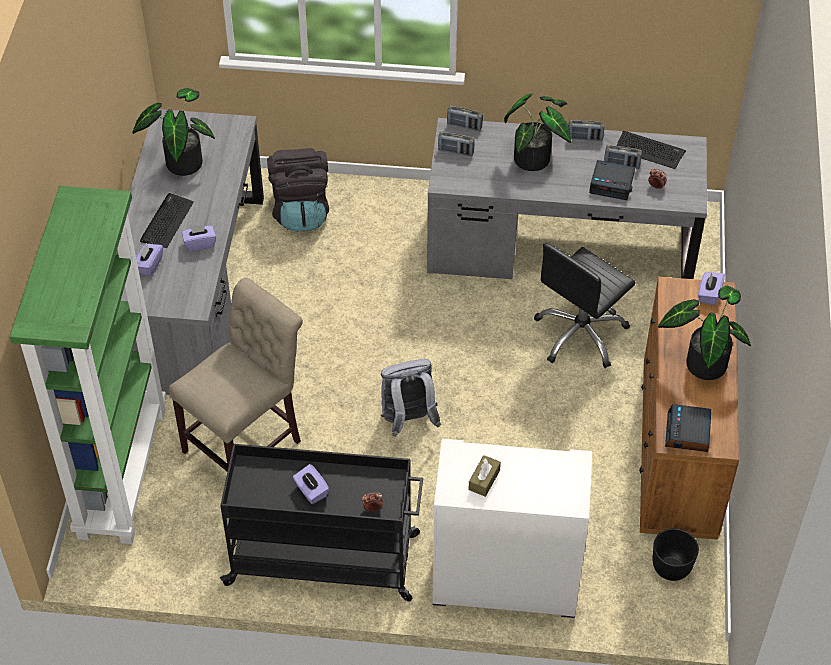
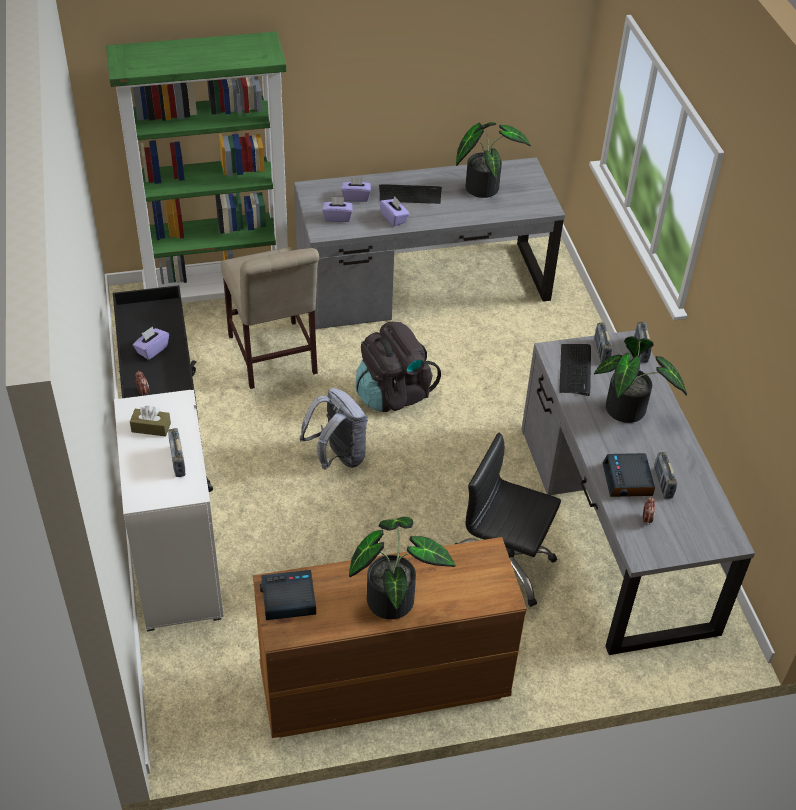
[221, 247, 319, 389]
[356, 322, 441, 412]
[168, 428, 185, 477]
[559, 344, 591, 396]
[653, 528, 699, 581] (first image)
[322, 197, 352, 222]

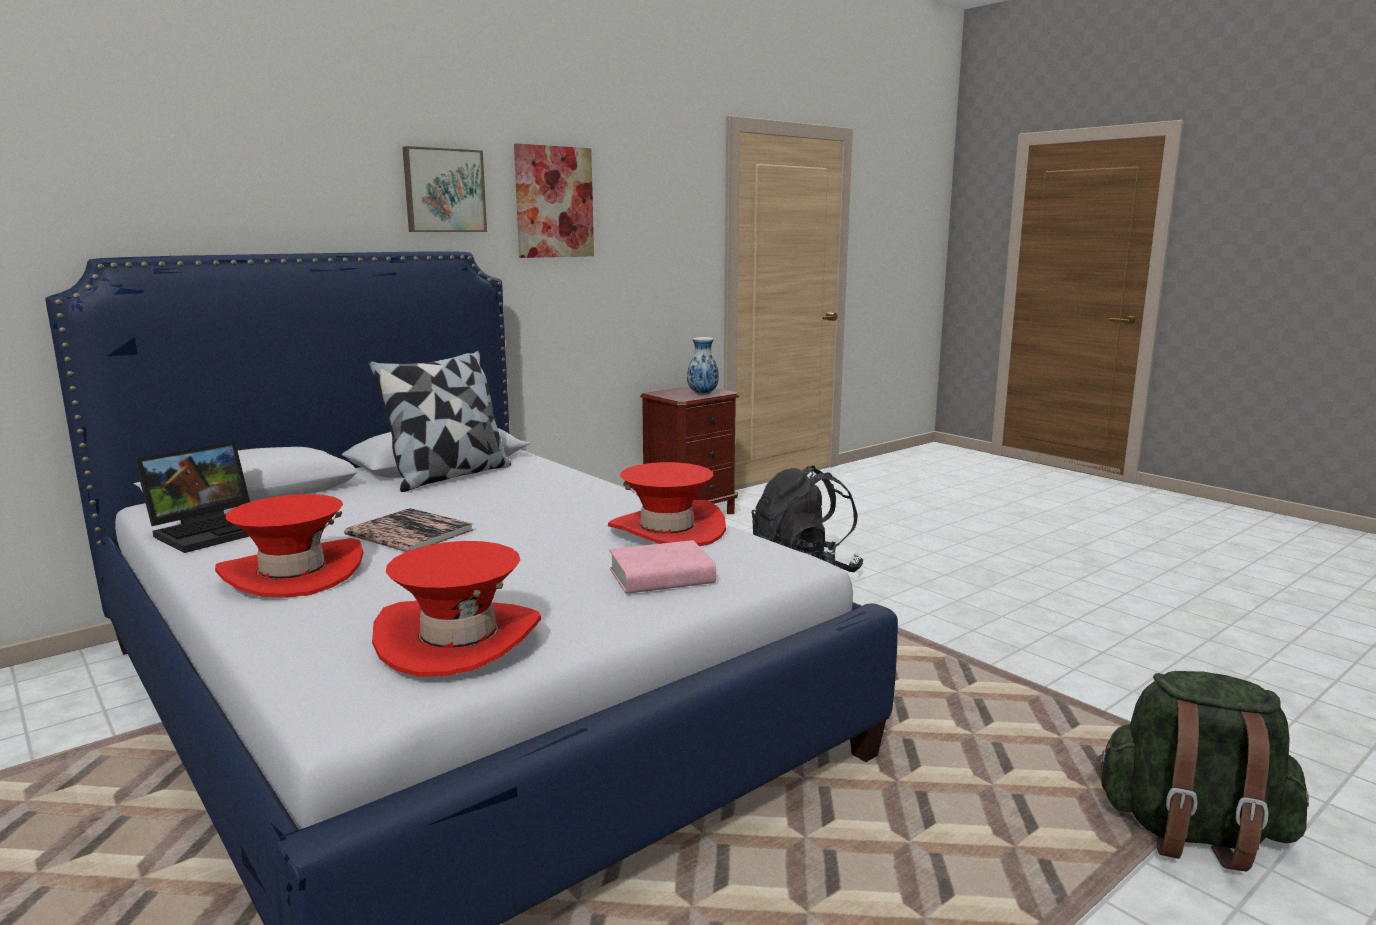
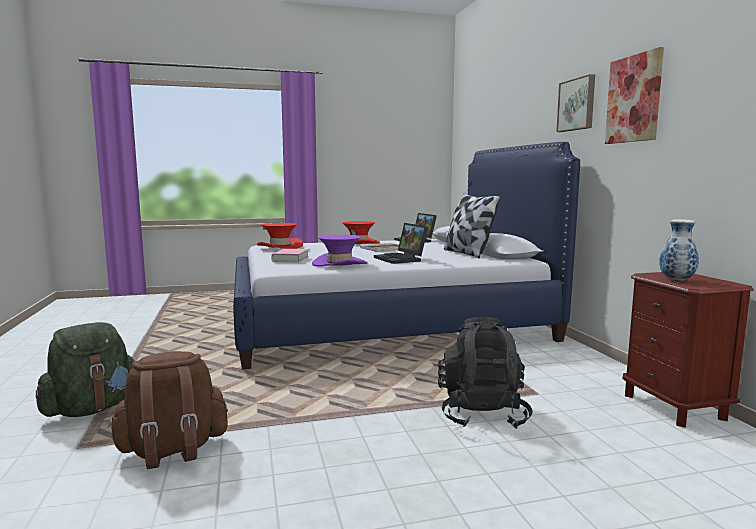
[312, 235, 367, 267]
[108, 351, 228, 469]
[374, 223, 428, 264]

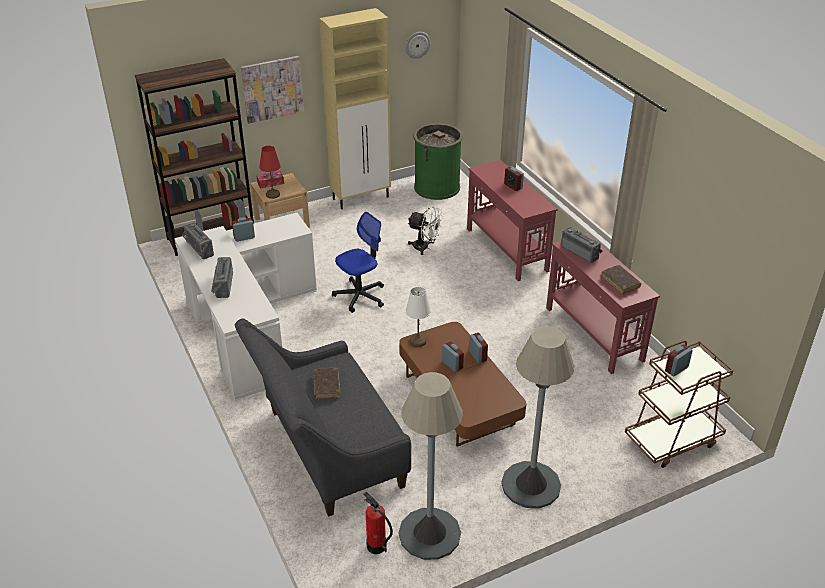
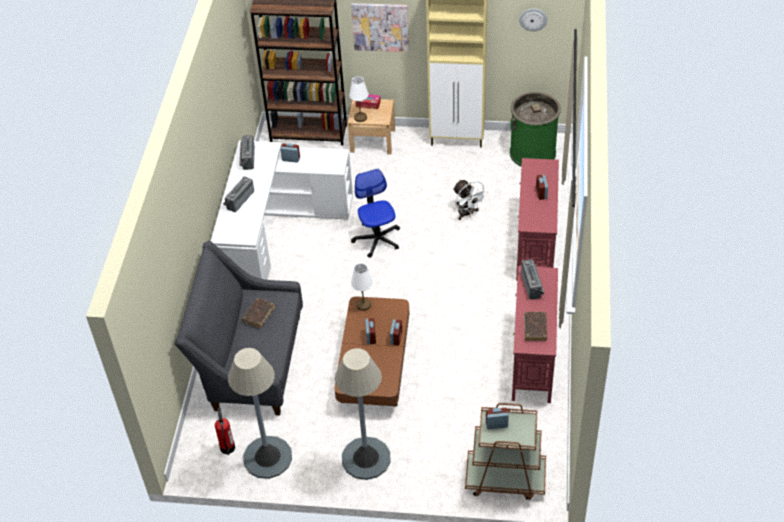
[349, 76, 368, 122]
[351, 169, 400, 258]

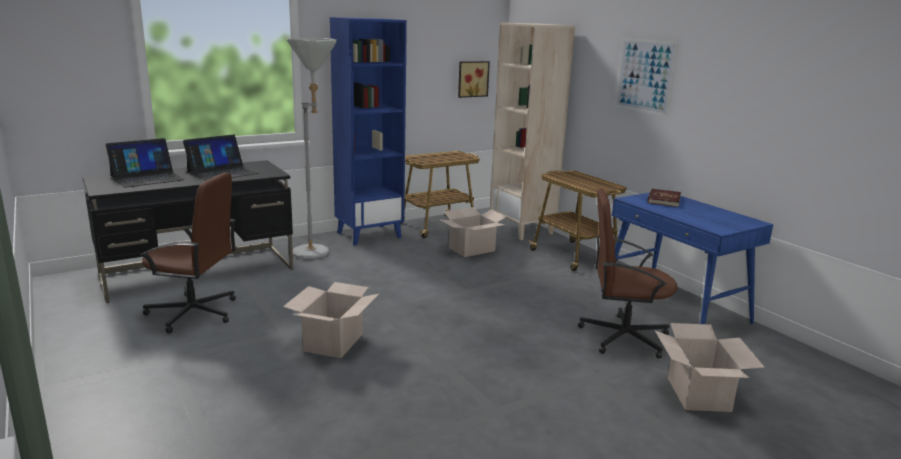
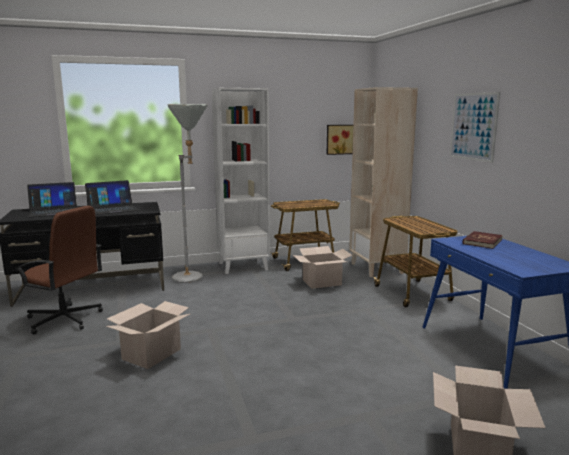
[212, 88, 270, 274]
[578, 189, 678, 359] (first image)

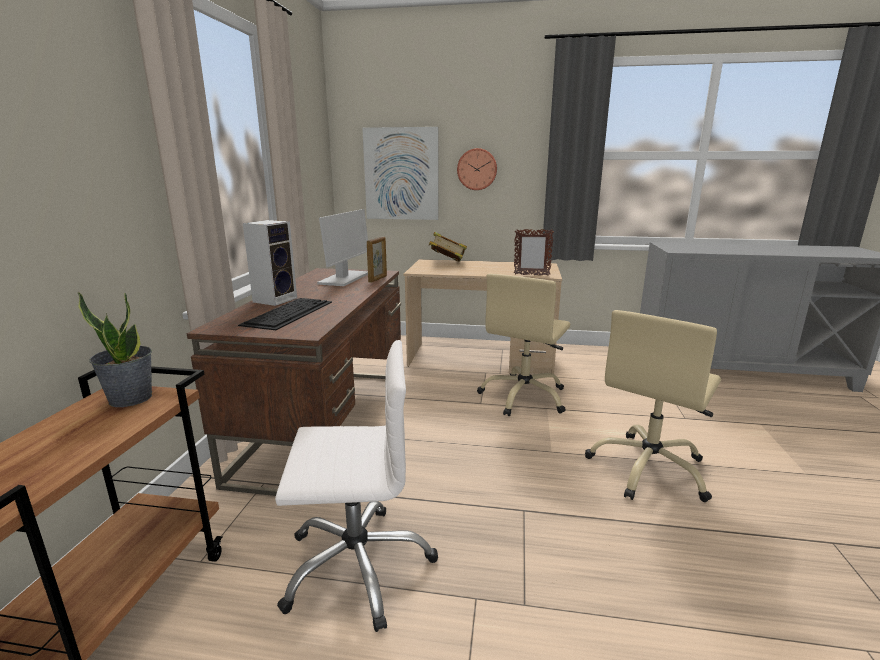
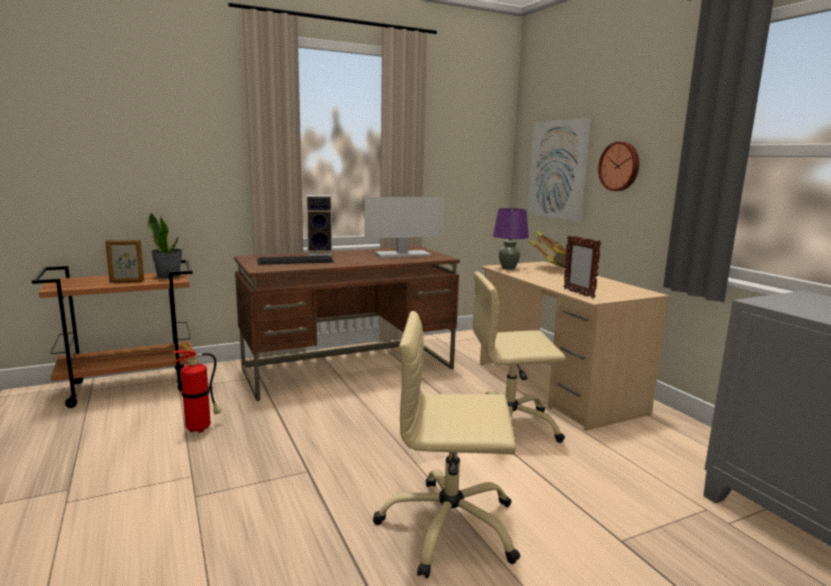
[173, 344, 221, 433]
[105, 240, 144, 283]
[493, 208, 529, 270]

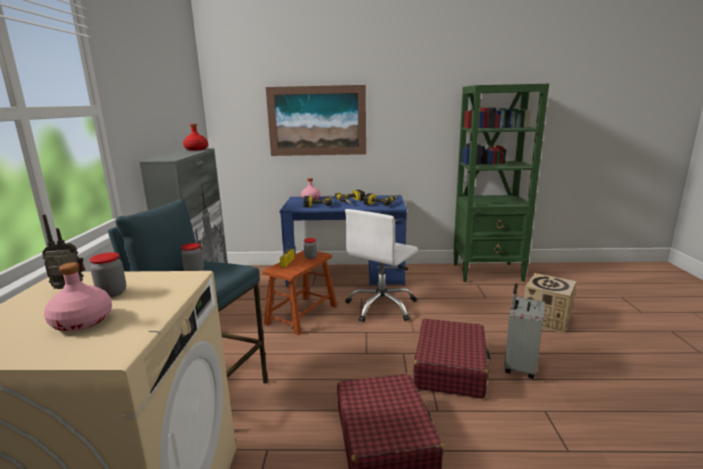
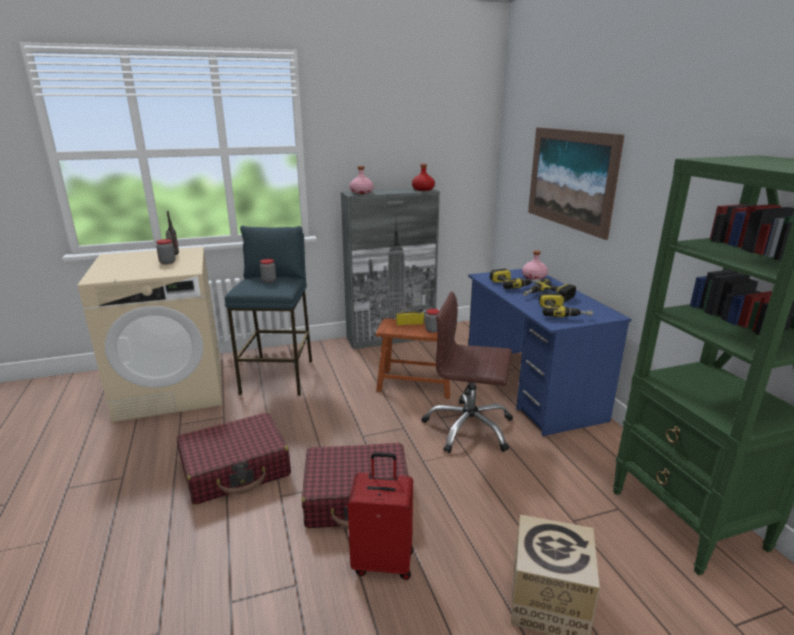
[350, 166, 373, 194]
[421, 292, 513, 453]
[348, 452, 413, 580]

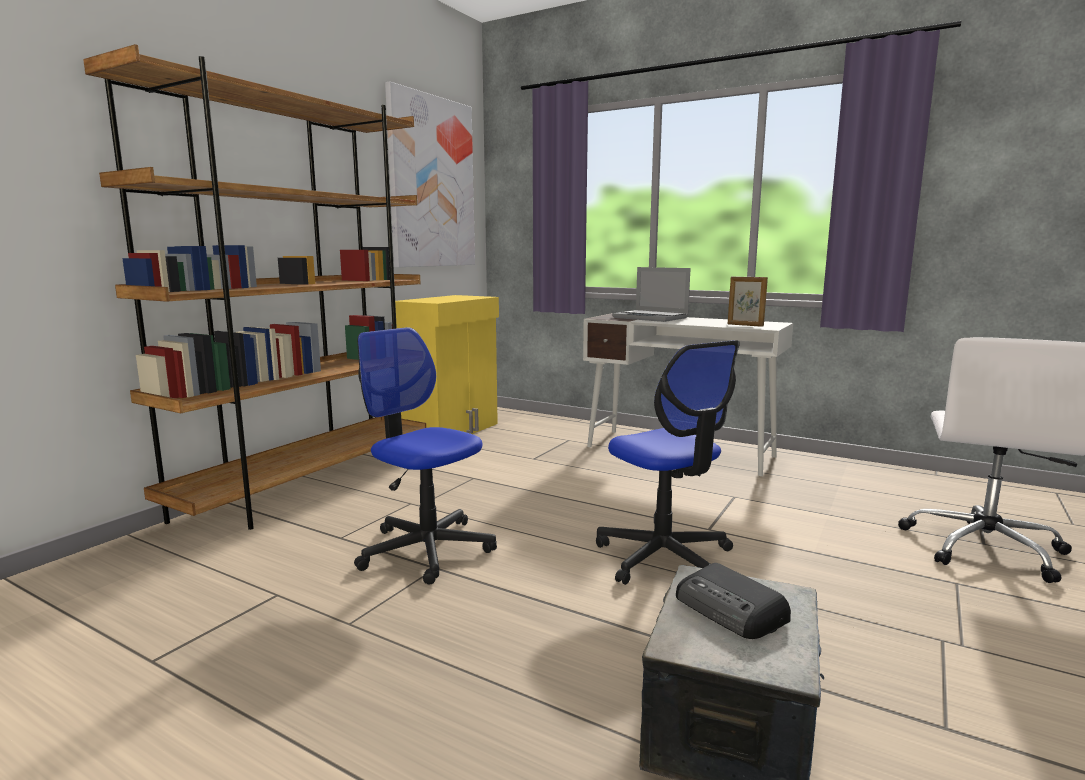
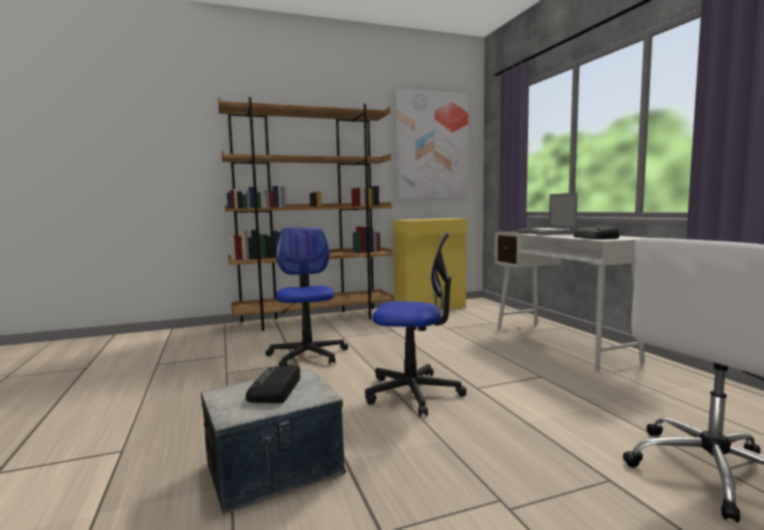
[365, 230, 467, 416]
[574, 226, 619, 239]

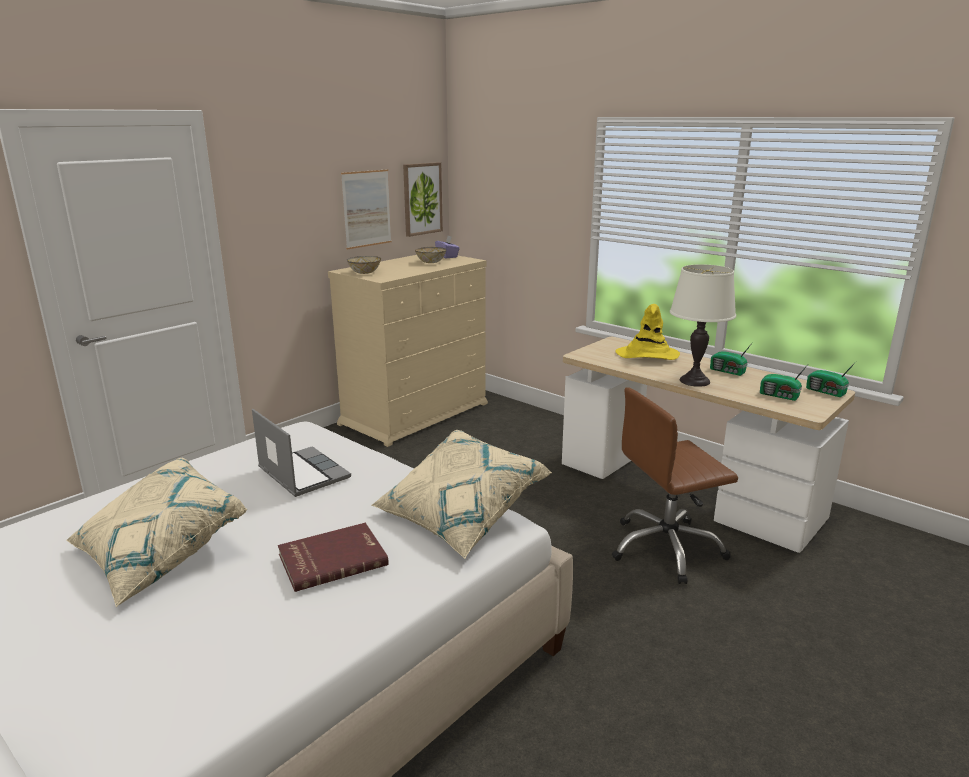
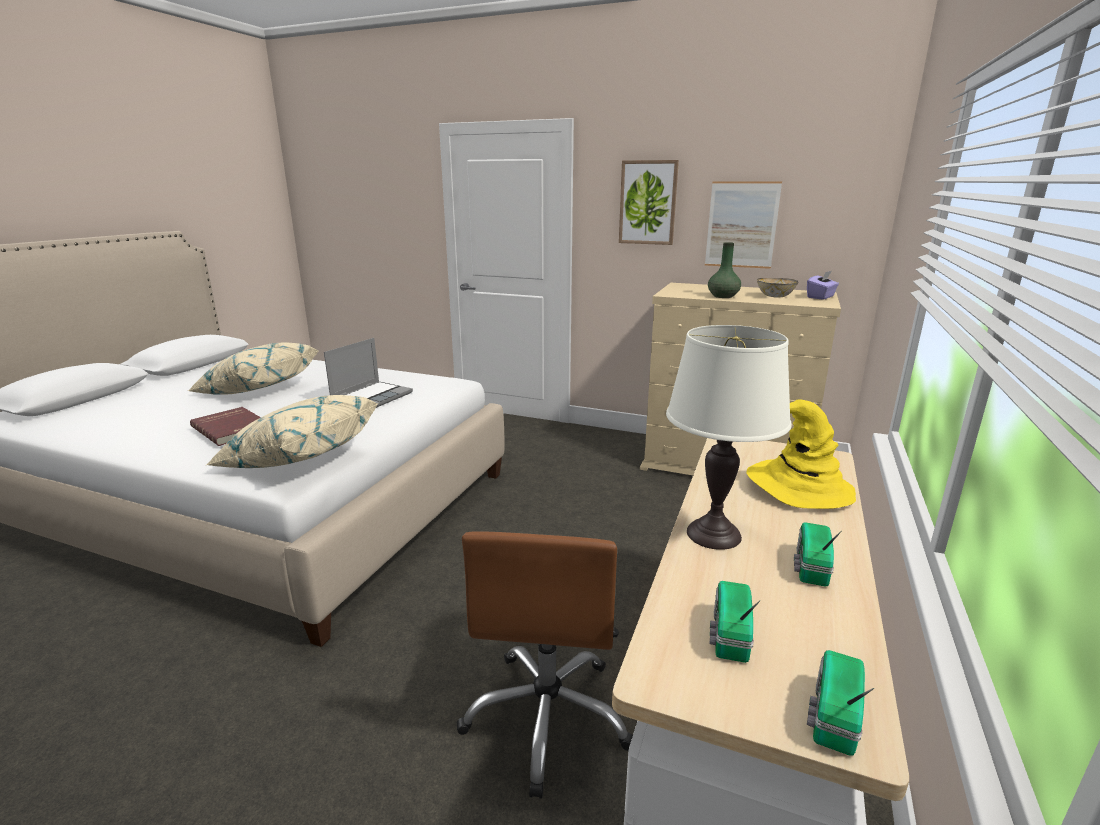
[347, 256, 381, 274] (first image)
[619, 160, 679, 245]
[457, 532, 633, 799]
[708, 242, 741, 298]

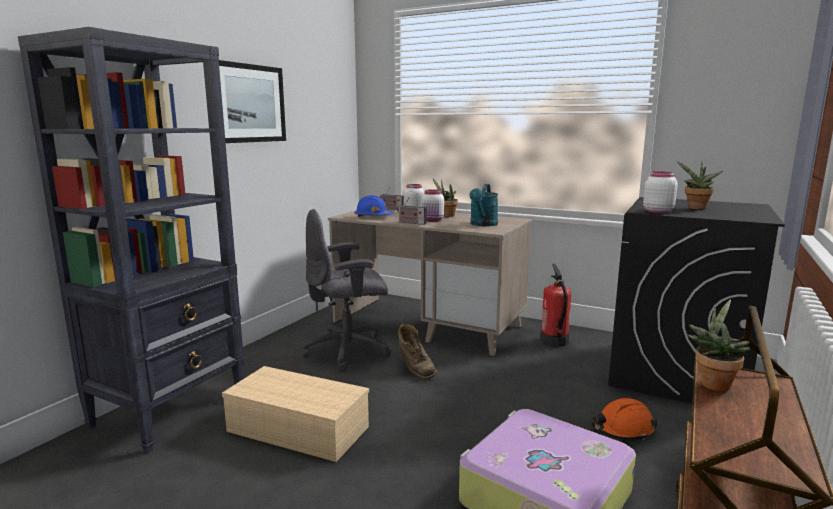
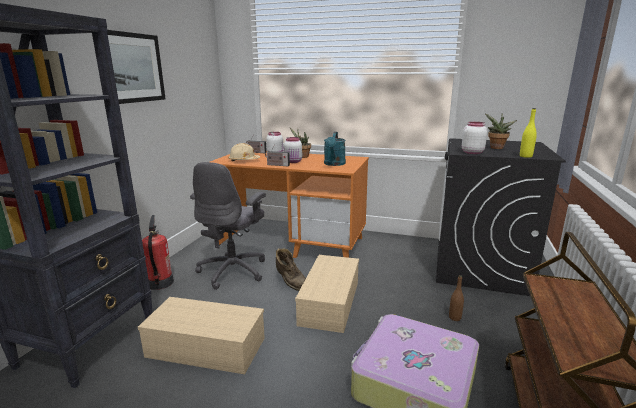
[190, 162, 266, 290]
[210, 153, 369, 258]
[228, 143, 260, 161]
[142, 215, 174, 290]
[449, 275, 464, 321]
[688, 300, 750, 391] (first image)
[295, 255, 359, 333]
[520, 108, 537, 158]

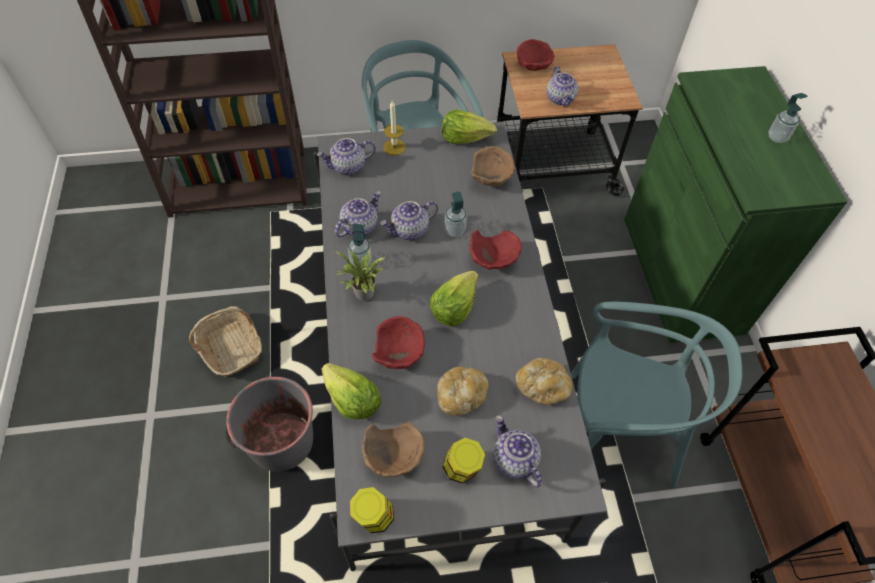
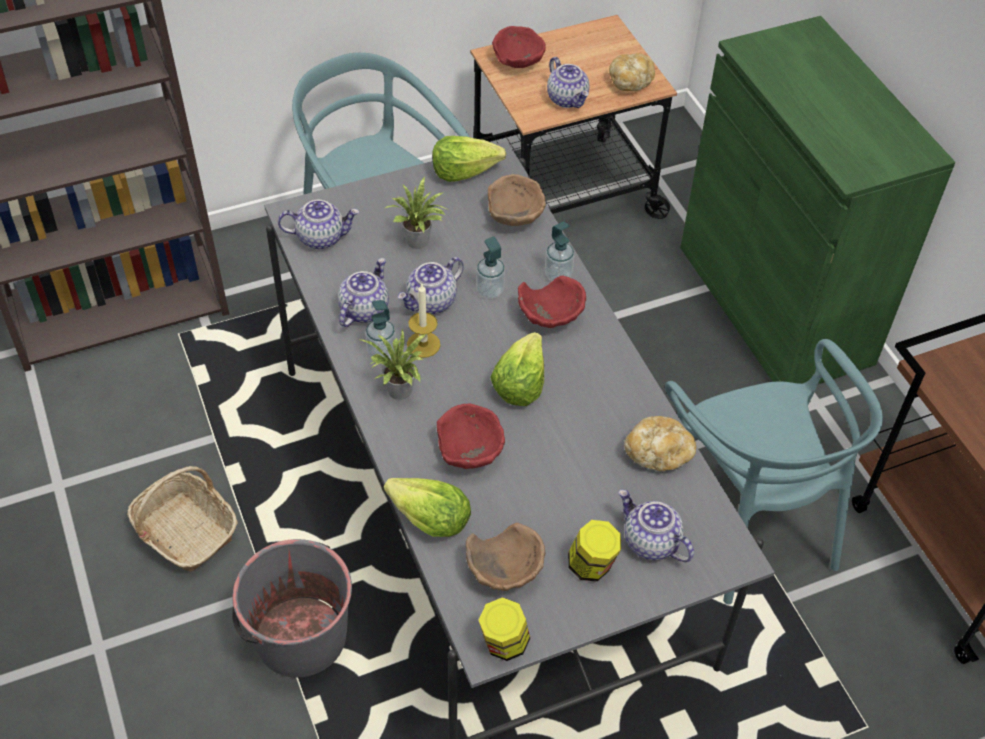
[278, 200, 359, 249]
[407, 284, 440, 358]
[609, 53, 655, 91]
[665, 339, 883, 605]
[545, 222, 574, 281]
[385, 177, 448, 249]

